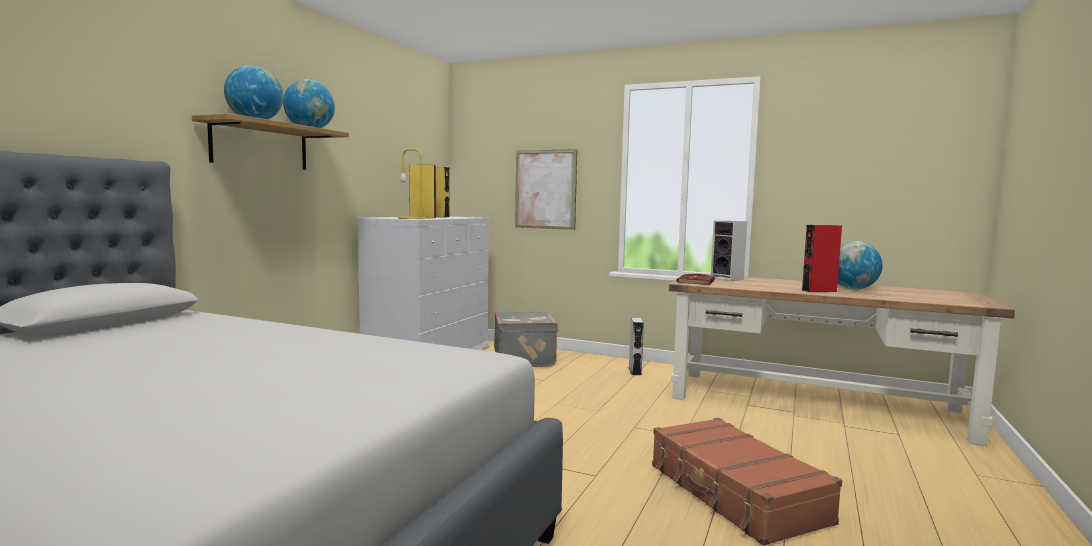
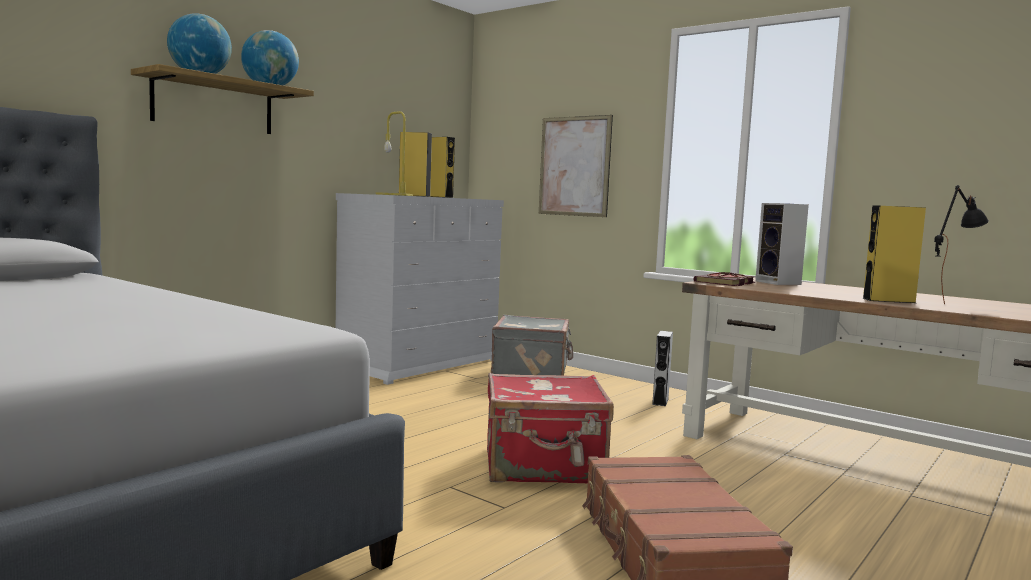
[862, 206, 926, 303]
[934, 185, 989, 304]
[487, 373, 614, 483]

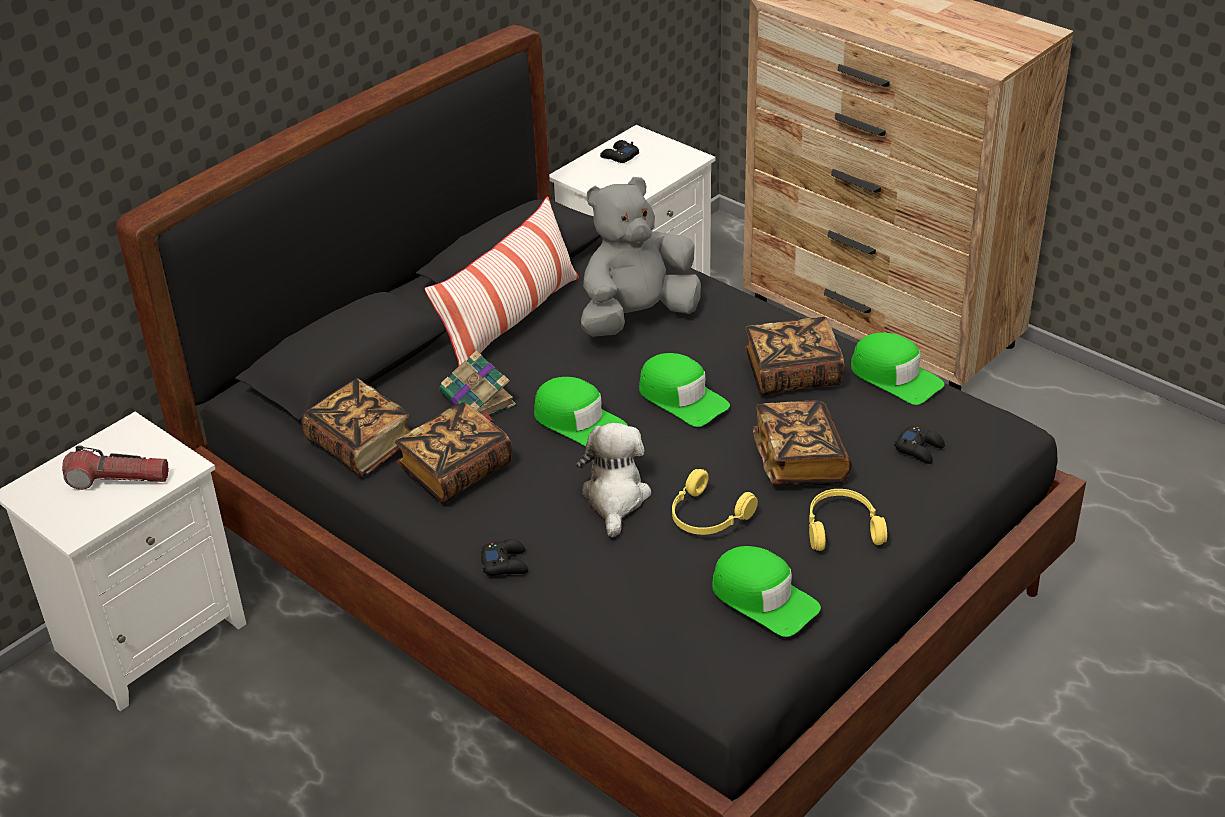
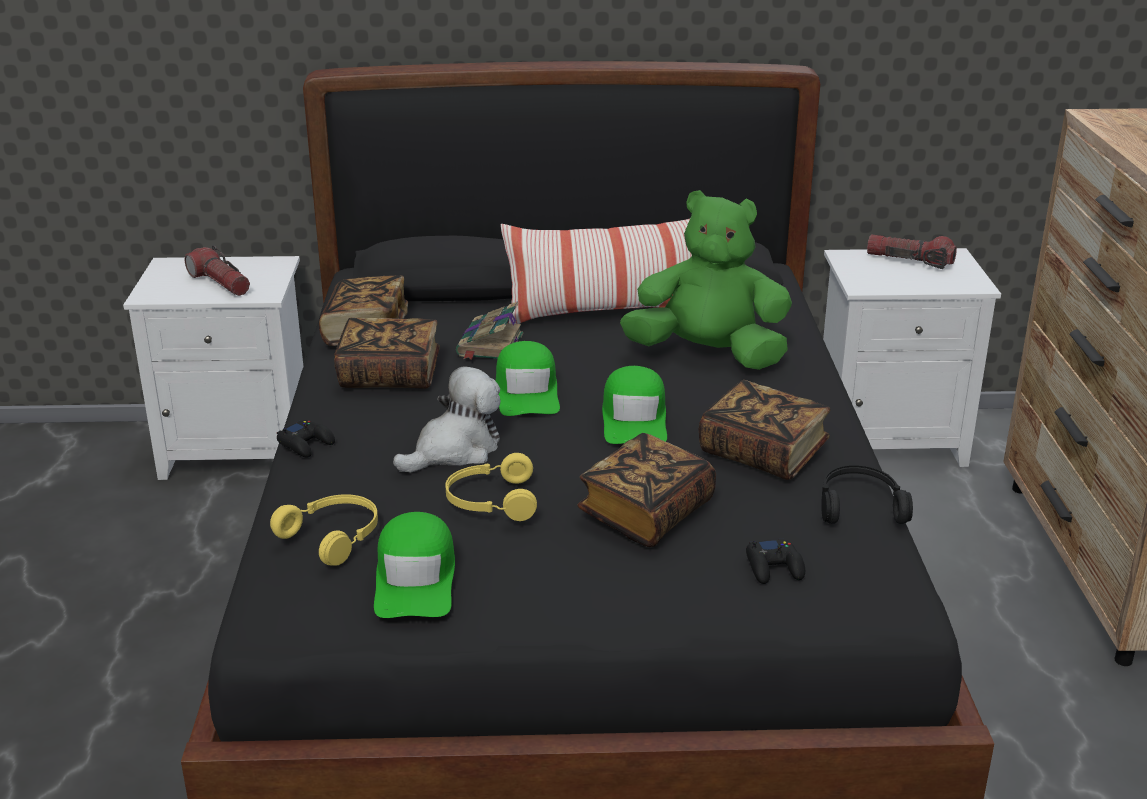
[620, 190, 792, 370]
[867, 234, 957, 269]
[270, 494, 378, 566]
[821, 465, 913, 524]

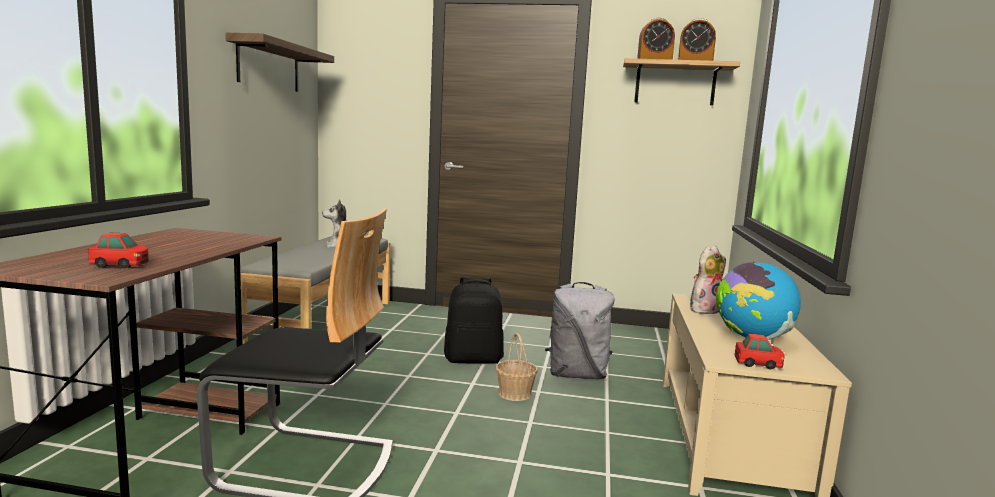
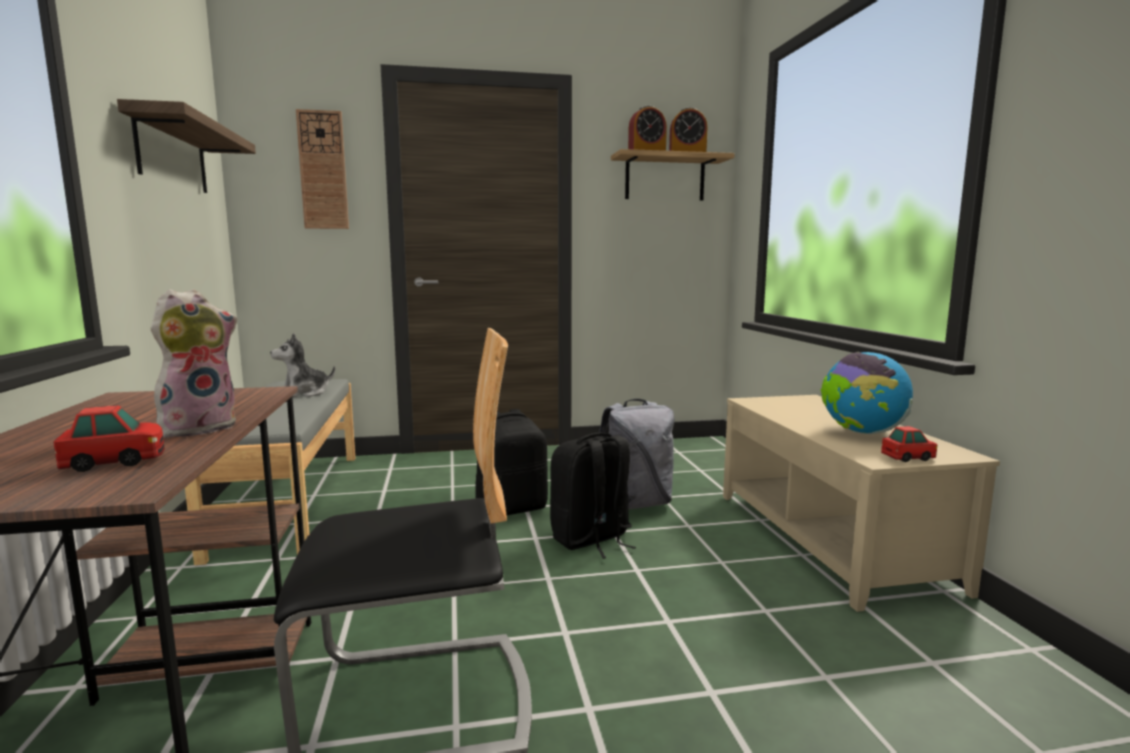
[550, 432, 636, 559]
[151, 289, 237, 438]
[296, 109, 349, 229]

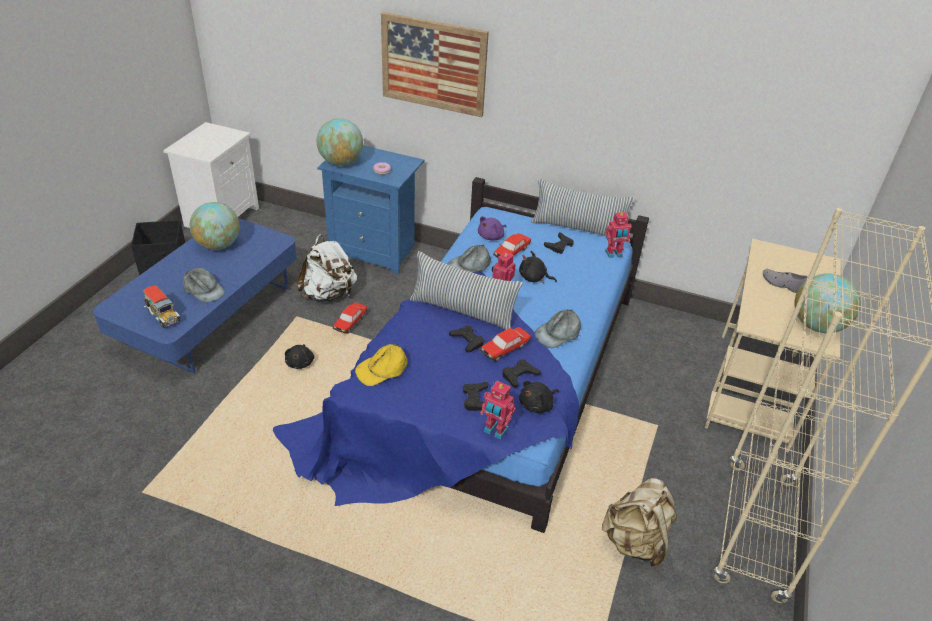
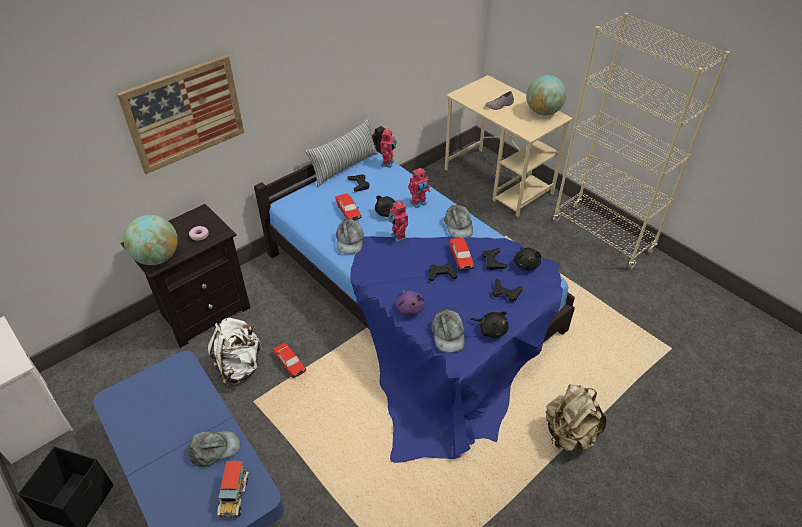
[217, 461, 248, 518]
[190, 202, 240, 250] (first image)
[470, 311, 509, 338]
[121, 204, 250, 348]
[431, 309, 465, 353]
[410, 251, 523, 330] (first image)
[396, 289, 424, 315]
[408, 168, 430, 208]
[546, 384, 606, 451]

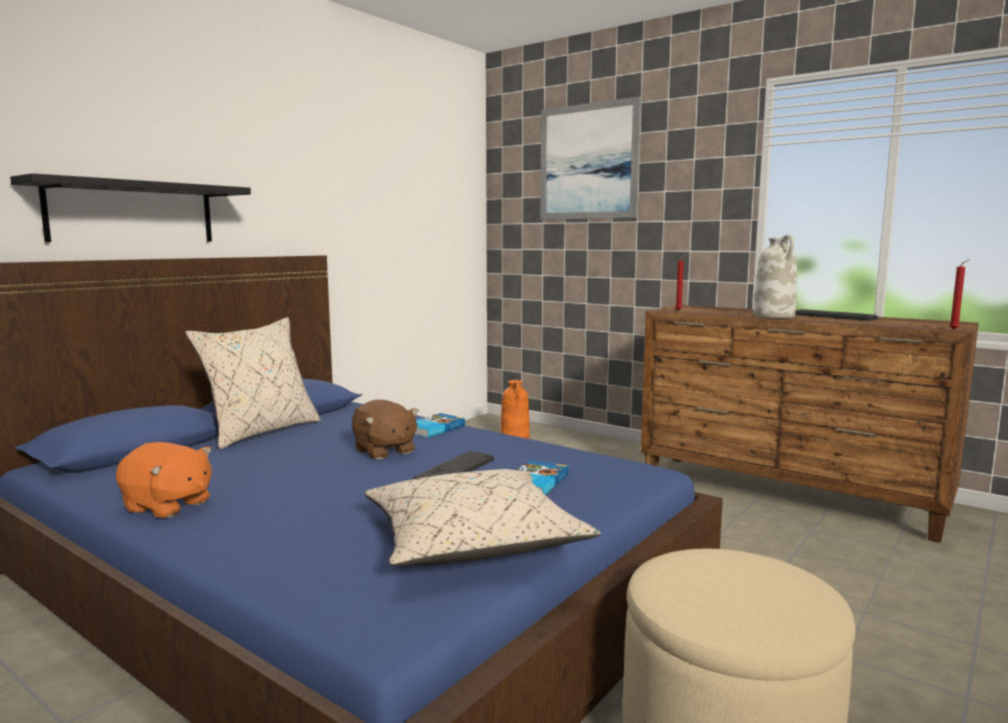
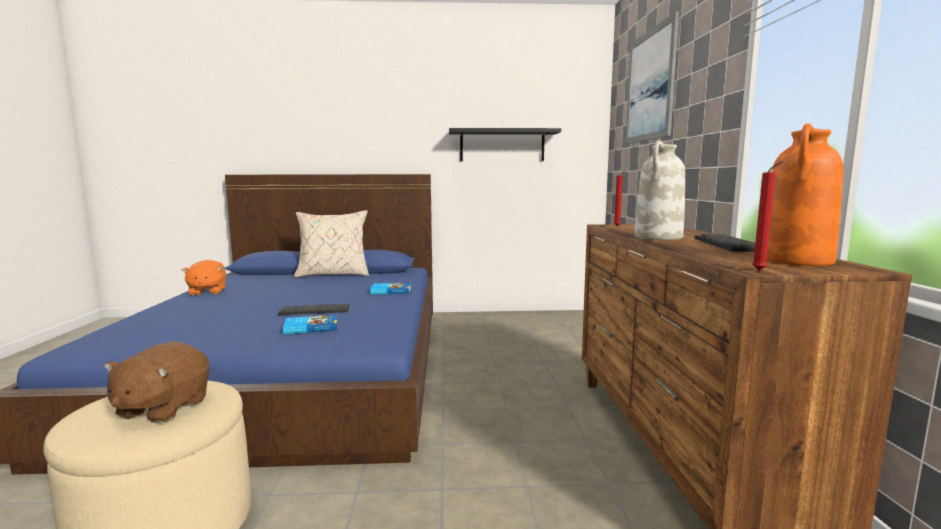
[449, 128, 561, 161]
[104, 341, 210, 423]
[365, 469, 600, 566] (first image)
[766, 123, 843, 266]

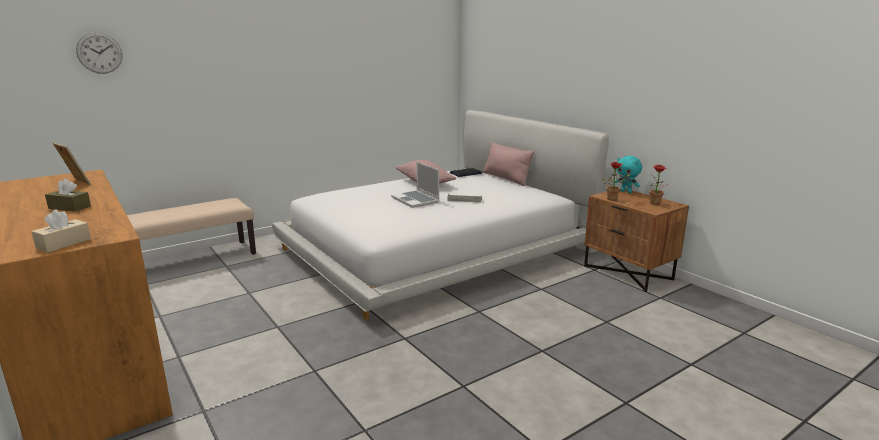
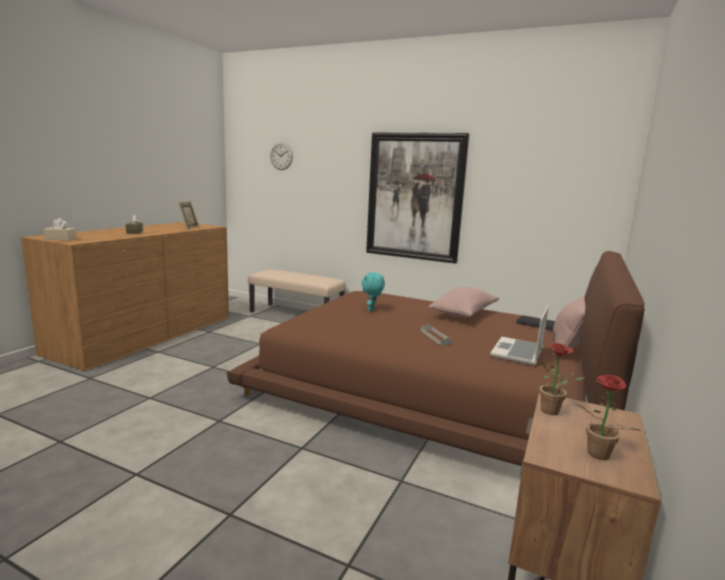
[227, 251, 645, 466]
[490, 306, 549, 365]
[361, 272, 385, 311]
[366, 133, 469, 264]

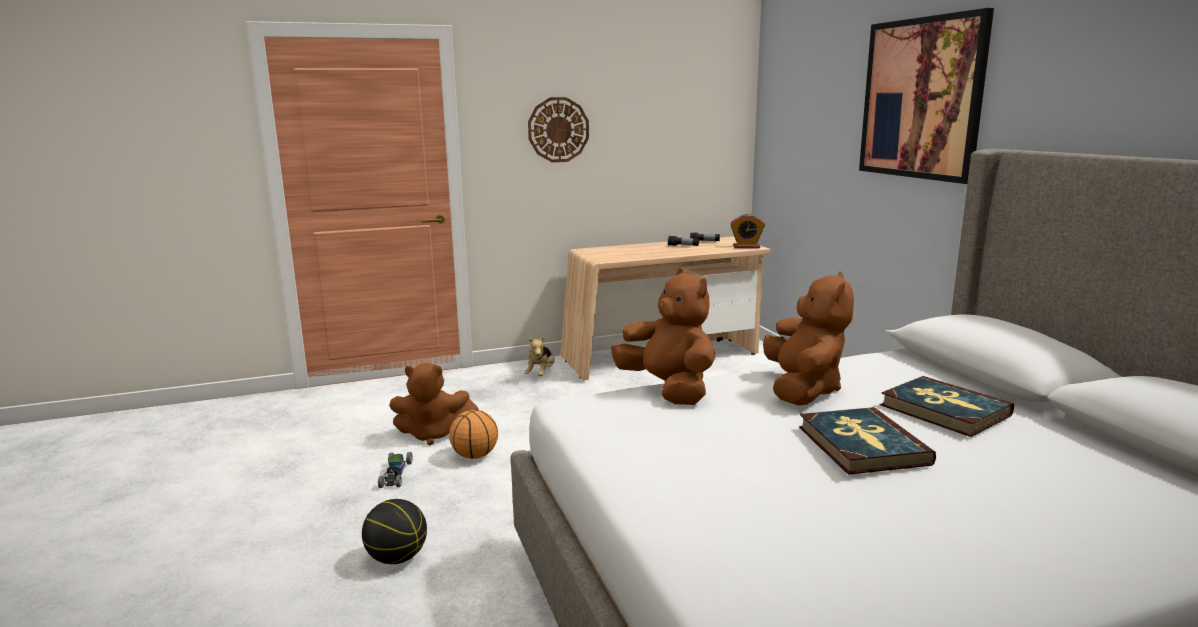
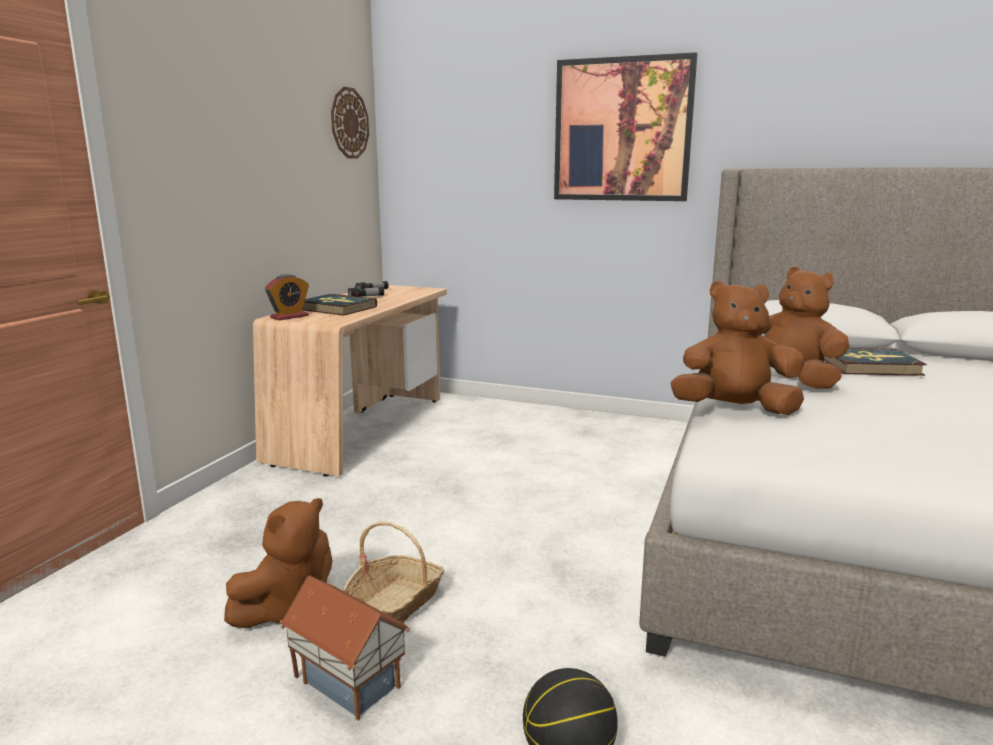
[280, 575, 410, 720]
[342, 521, 444, 623]
[524, 336, 555, 376] (first image)
[331, 87, 369, 159]
[265, 274, 309, 320]
[303, 294, 377, 316]

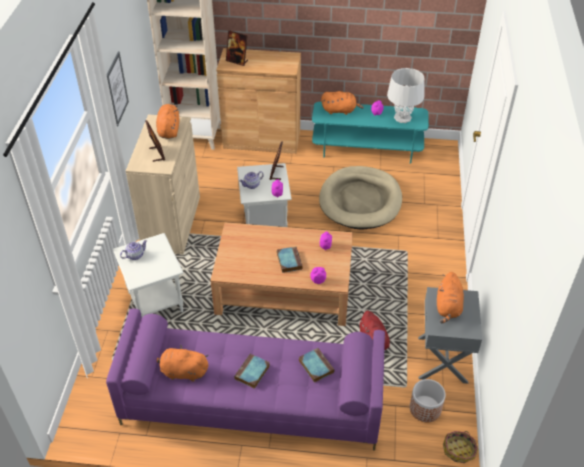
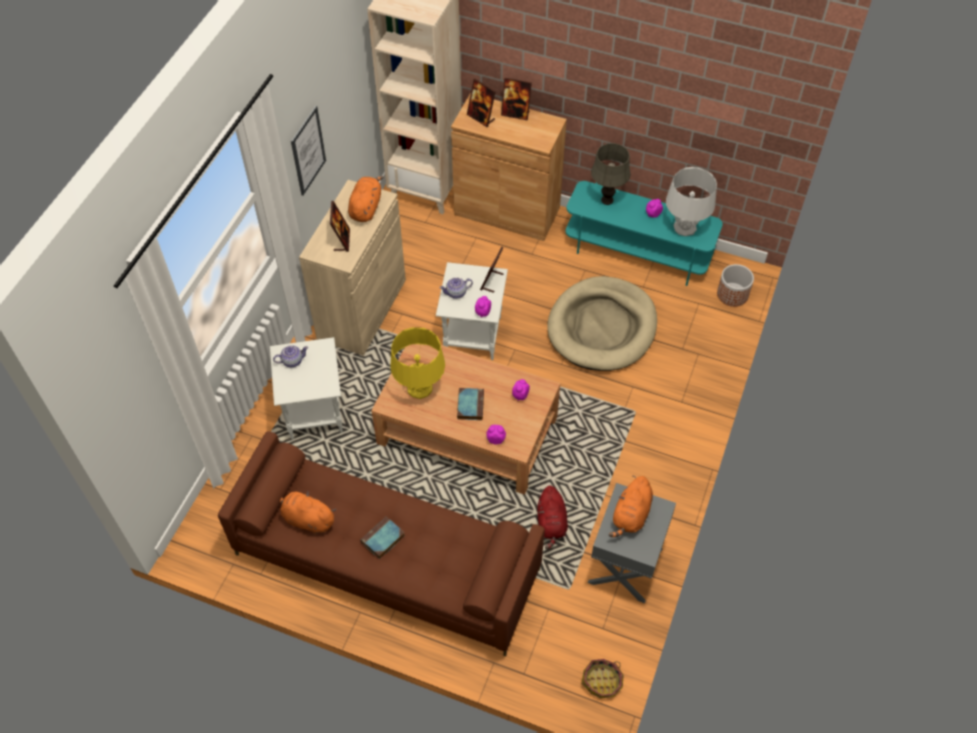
[218, 431, 545, 657]
[299, 348, 334, 383] (first image)
[591, 143, 631, 205]
[717, 264, 754, 307]
[391, 327, 445, 399]
[501, 78, 532, 120]

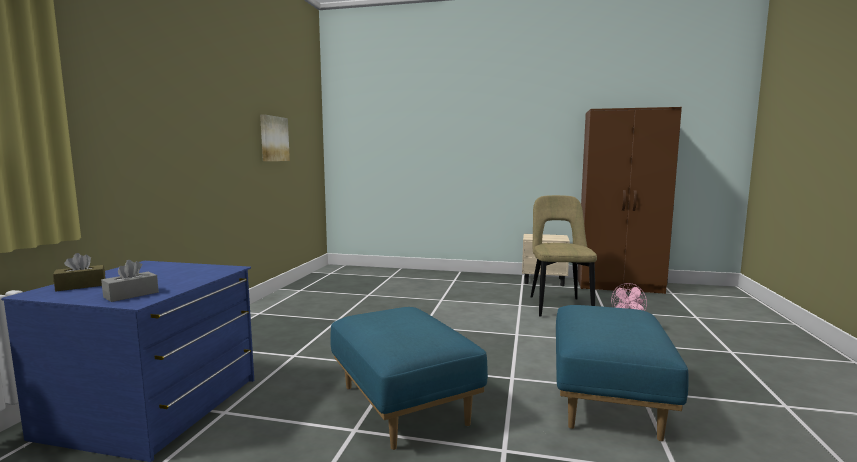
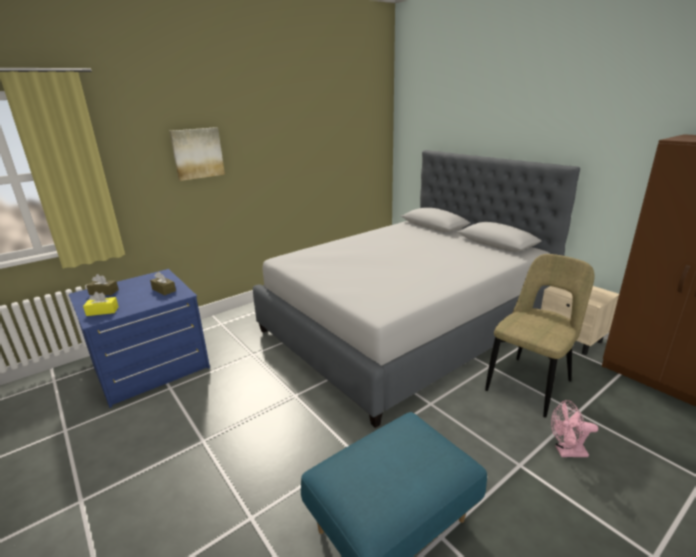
[83, 292, 119, 316]
[170, 127, 225, 181]
[331, 307, 488, 450] (first image)
[150, 272, 176, 296]
[253, 150, 580, 428]

